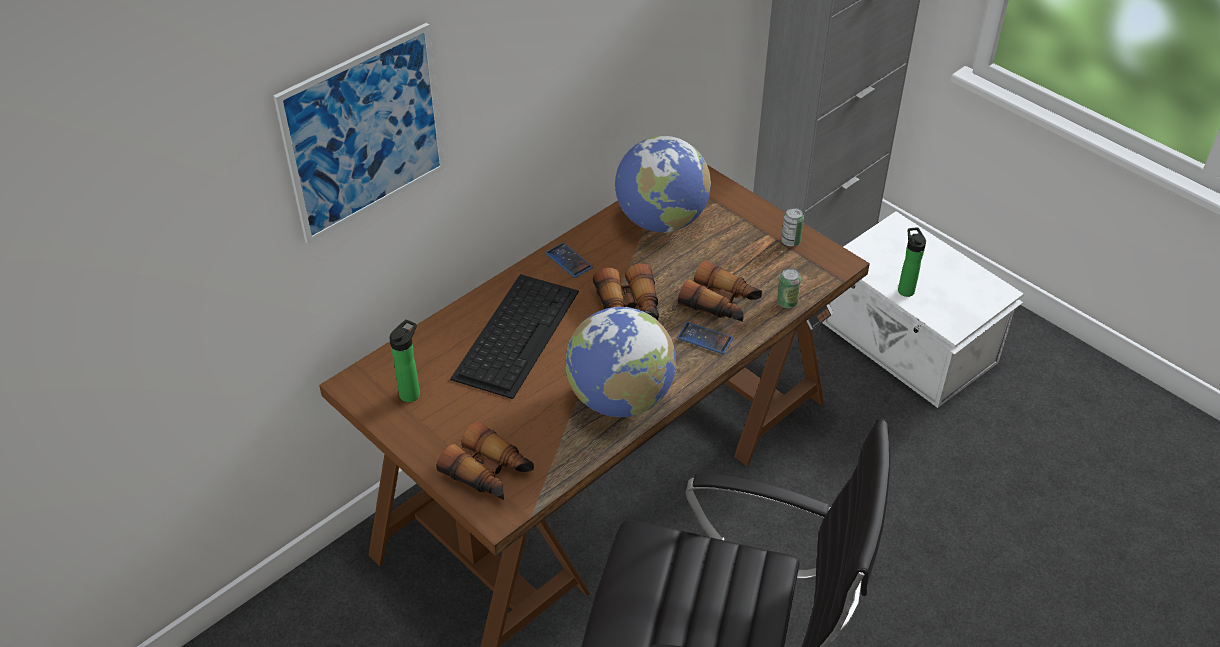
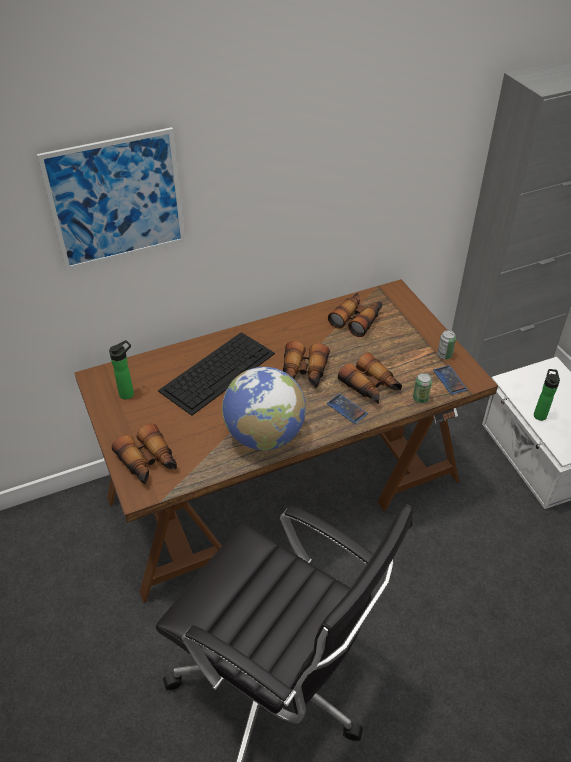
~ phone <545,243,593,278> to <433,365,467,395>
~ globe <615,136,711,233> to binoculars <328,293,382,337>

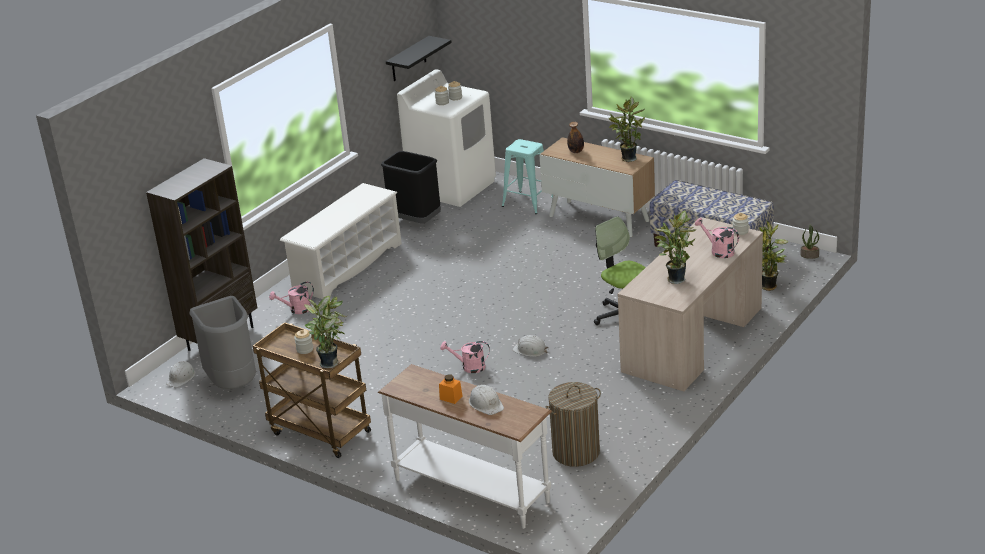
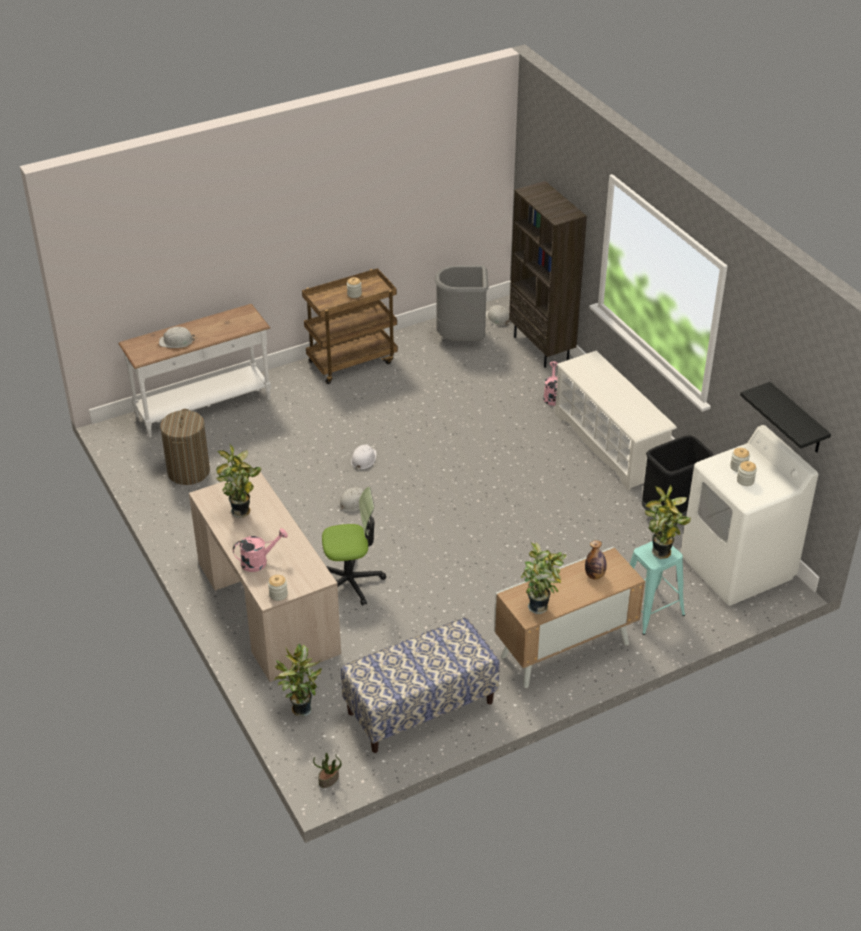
- orange jar <439,374,463,404>
~ potted plant <304,296,347,368> to <645,484,691,559>
~ pink watering can <440,341,490,373> to white hard hat <351,444,377,469>

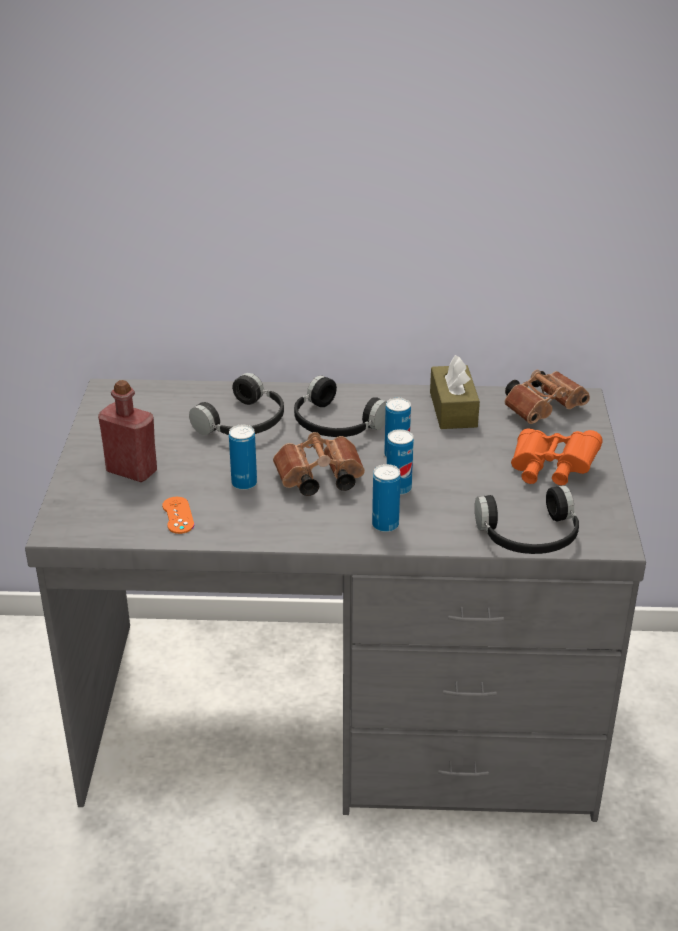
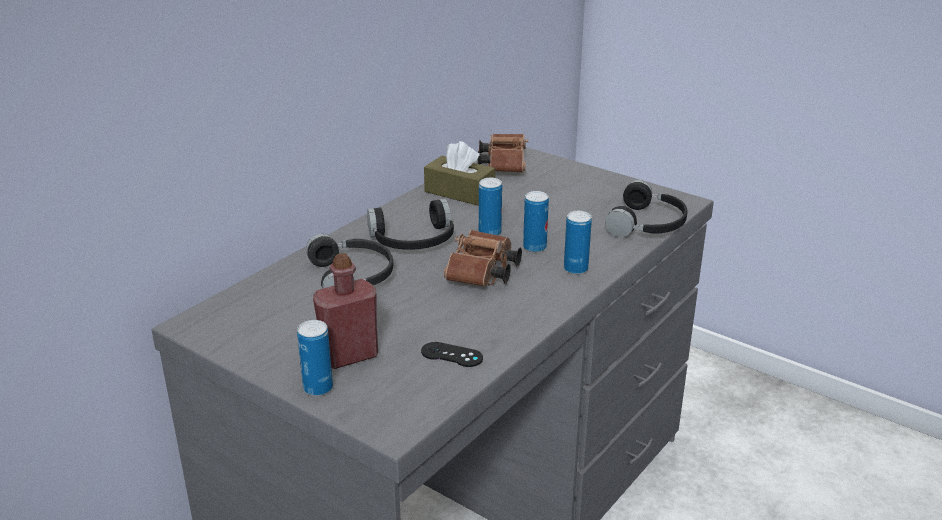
- orange binoculars <511,428,603,485>
~ can <229,425,257,490> to <297,320,333,396>
~ orange game controller <162,497,194,534> to black game controller <421,342,483,367>

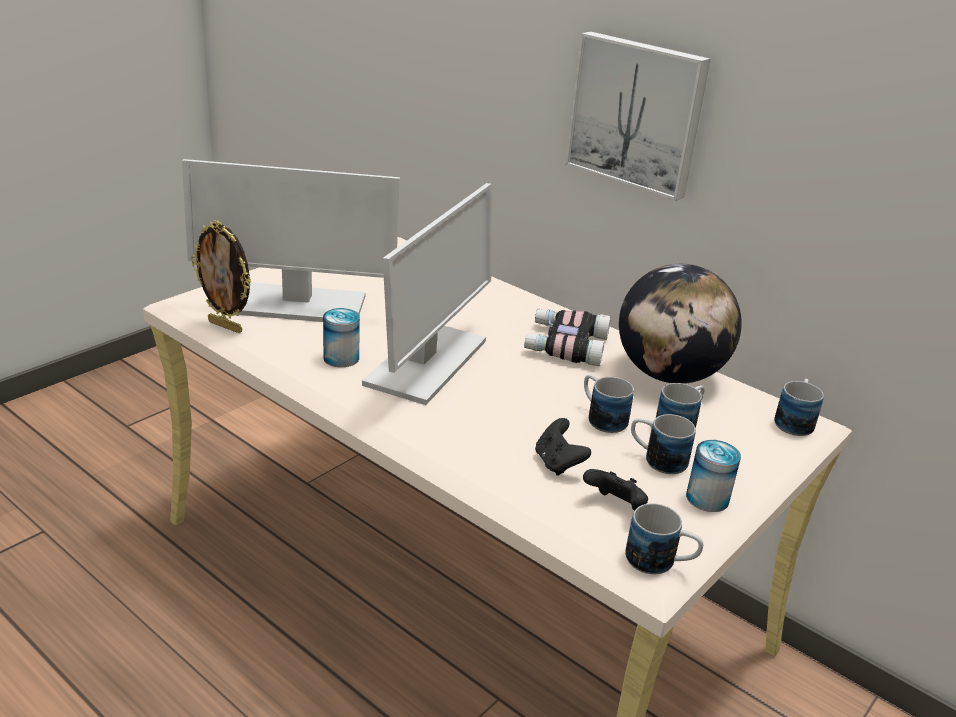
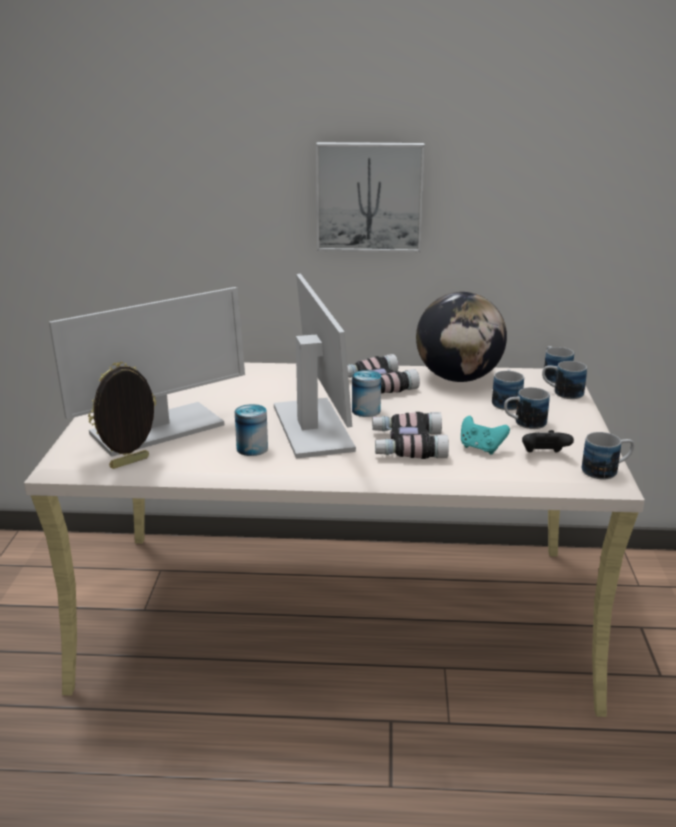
+ binoculars <372,412,449,459>
~ mug <584,374,634,433> to <542,361,587,399>
~ can <686,440,741,512> to <352,370,381,417>
~ black game controller <535,418,591,476> to turquoise game controller <461,416,510,455>
~ picture frame <191,220,251,333> = <88,362,156,469> 150 degrees clockwise

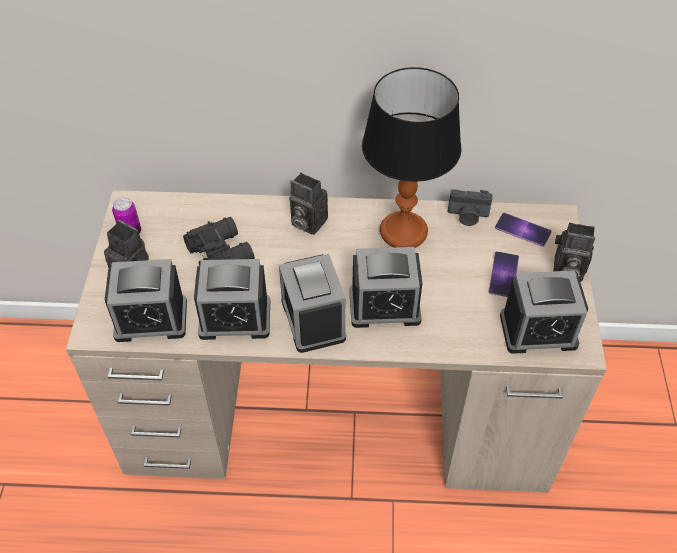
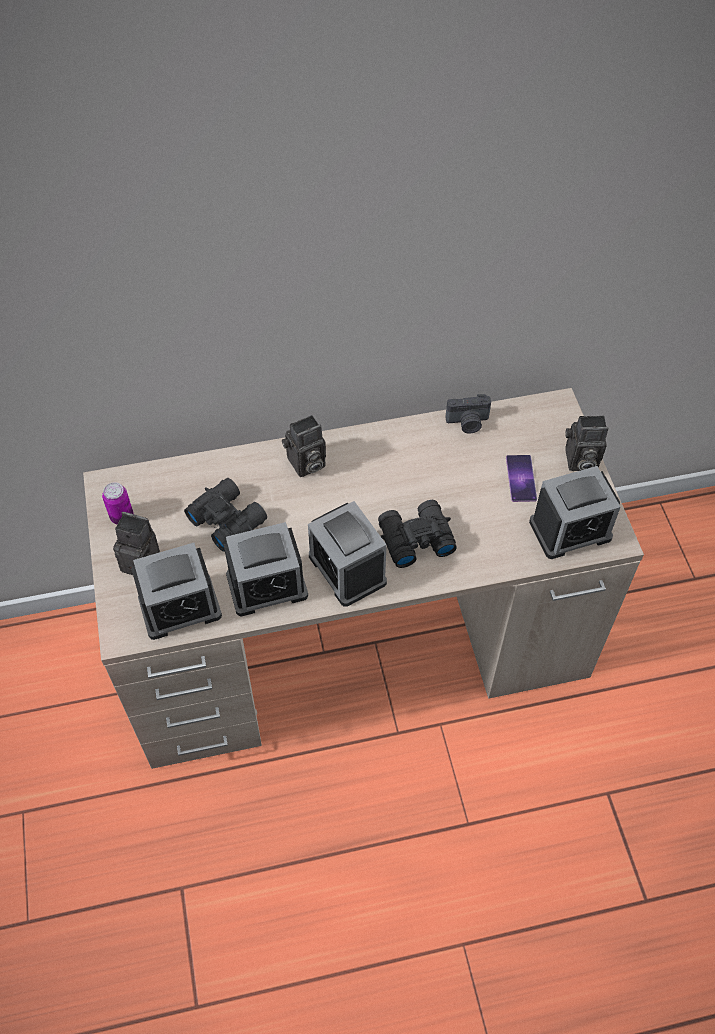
- table lamp <362,67,462,248>
- phone <495,213,552,247>
~ alarm clock <349,247,422,328> to black binoculars <378,500,457,568>
~ photo camera <290,173,328,235> = <282,415,326,477> 45 degrees counterclockwise

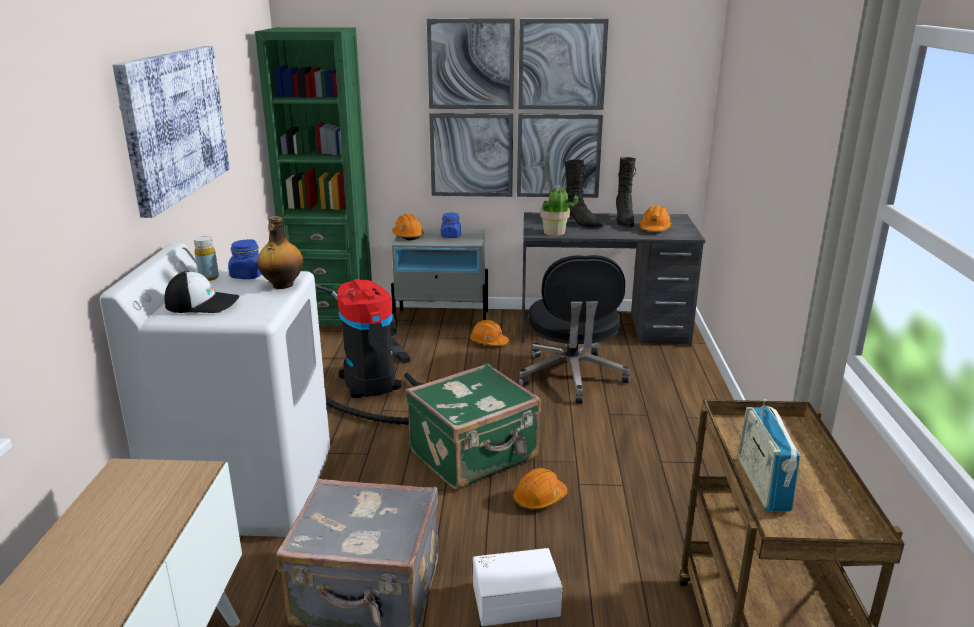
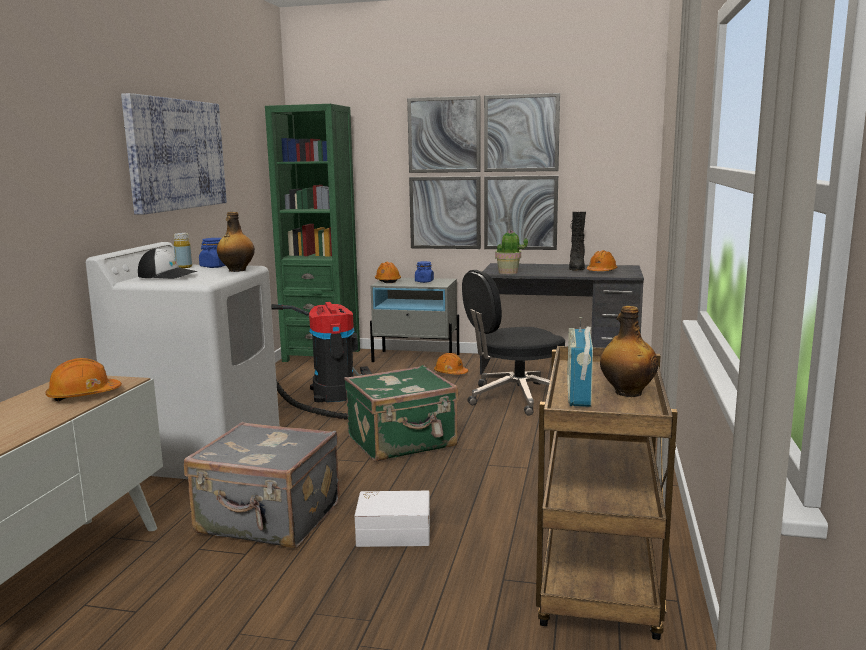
- black boot <565,160,604,229>
+ bottle <600,306,658,397>
~ orange hard hat <513,468,568,510> to <45,358,122,402>
~ black office chair <518,255,630,404> = <462,270,565,416> 60 degrees clockwise

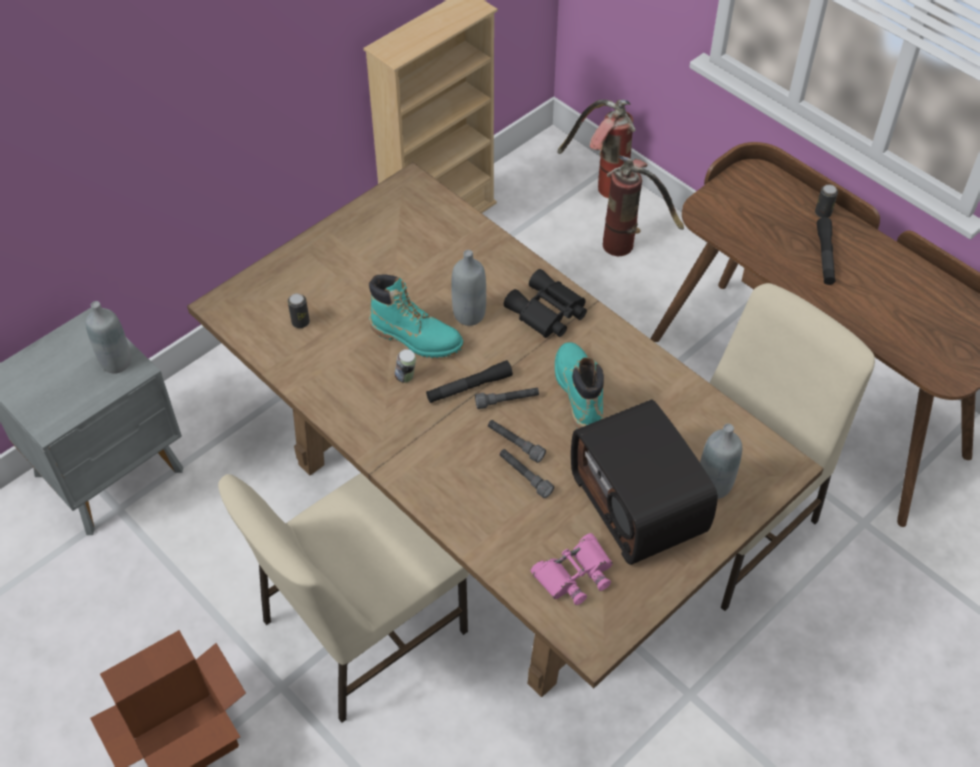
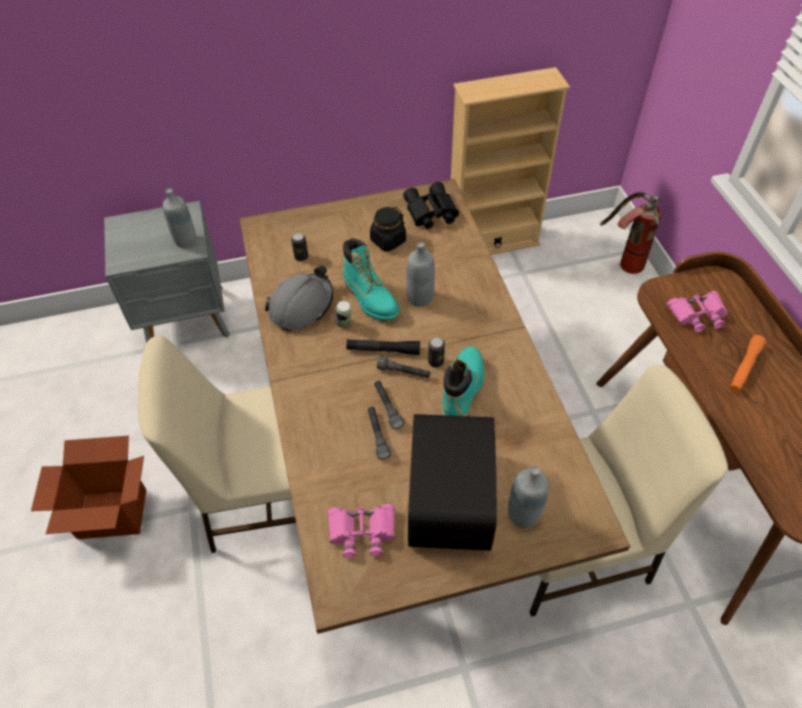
- fire extinguisher <603,155,684,256>
+ grey hard hat <265,265,333,331>
+ black jar <370,207,406,252>
+ pink binoculars <667,291,728,332>
~ black binoculars <504,269,587,338> to <403,182,459,229>
~ can <815,185,838,218> to <428,338,445,368>
~ black flashlight <817,217,835,285> to orange flashlight <729,335,766,393>

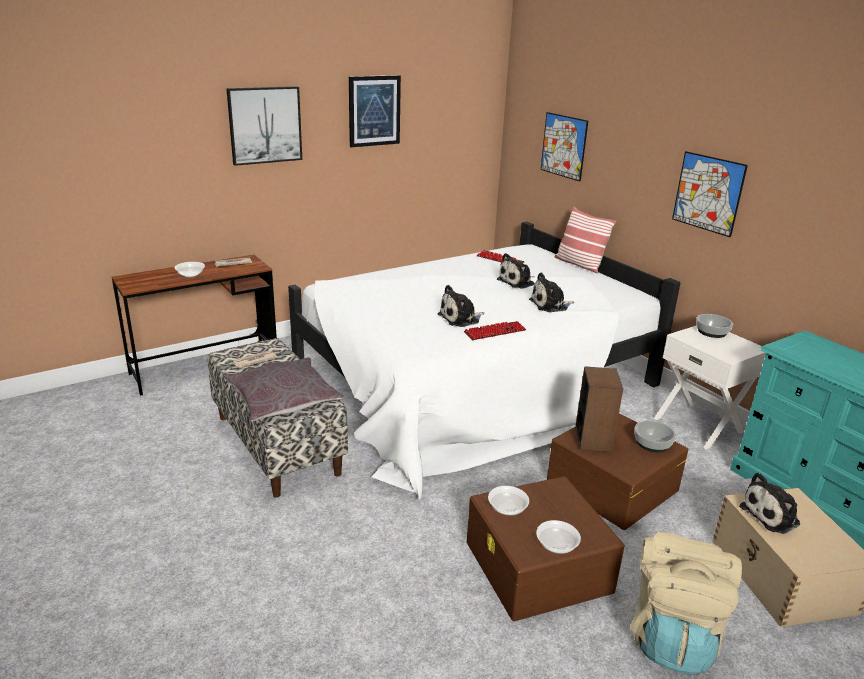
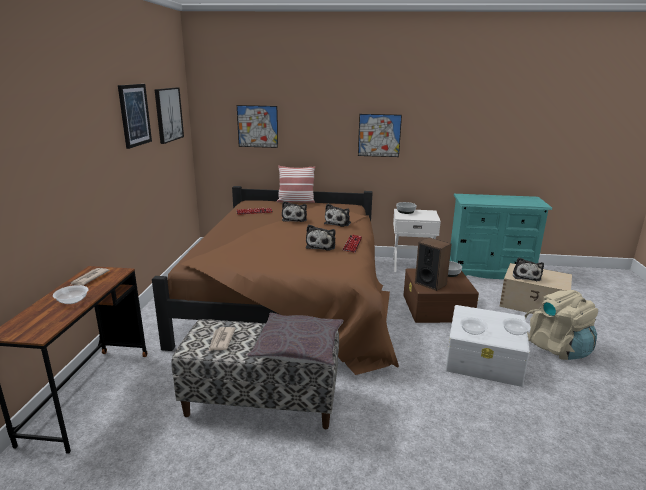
~ picture <226,86,302,166> to <154,88,184,144>
~ white bed <288,222,680,500> to brown bed <152,186,399,375>
~ brown storage box <467,476,625,621> to white storage box <445,305,530,387>

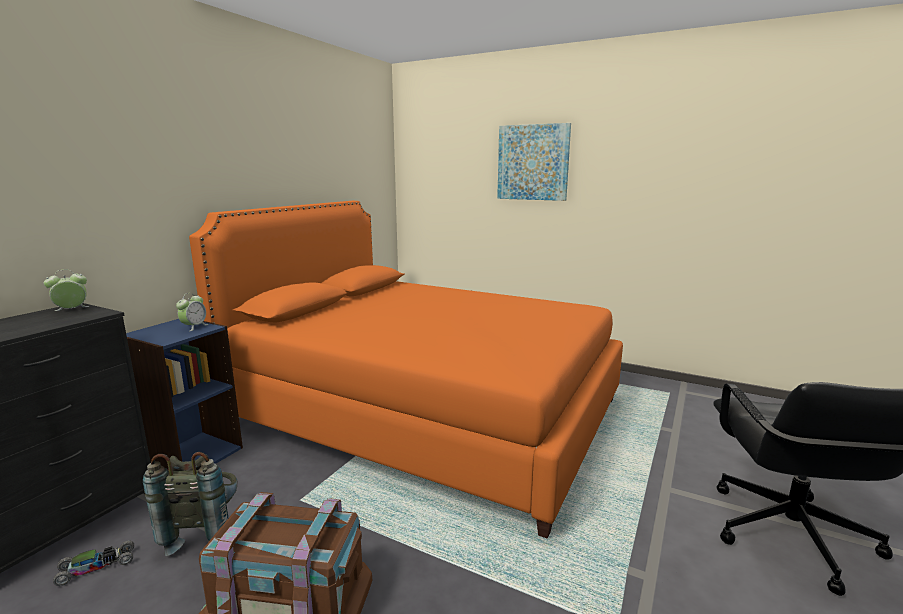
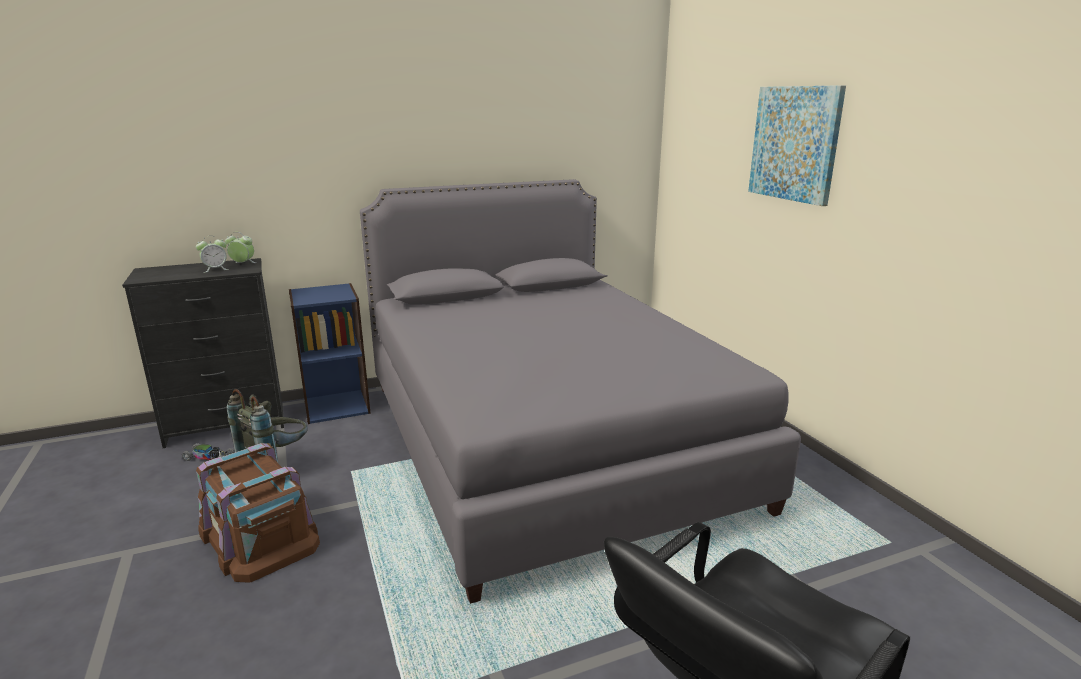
~ alarm clock <176,293,209,331> to <196,237,229,273>
~ orange bed <189,201,623,539> to grey bed <360,179,801,604>

